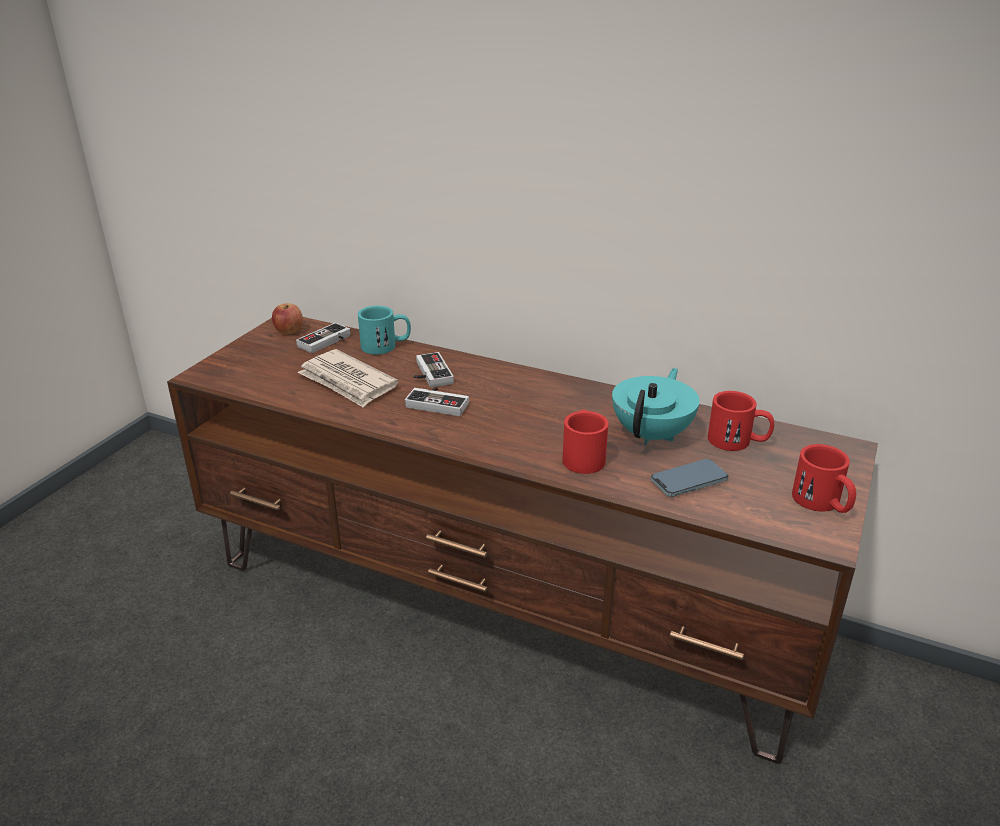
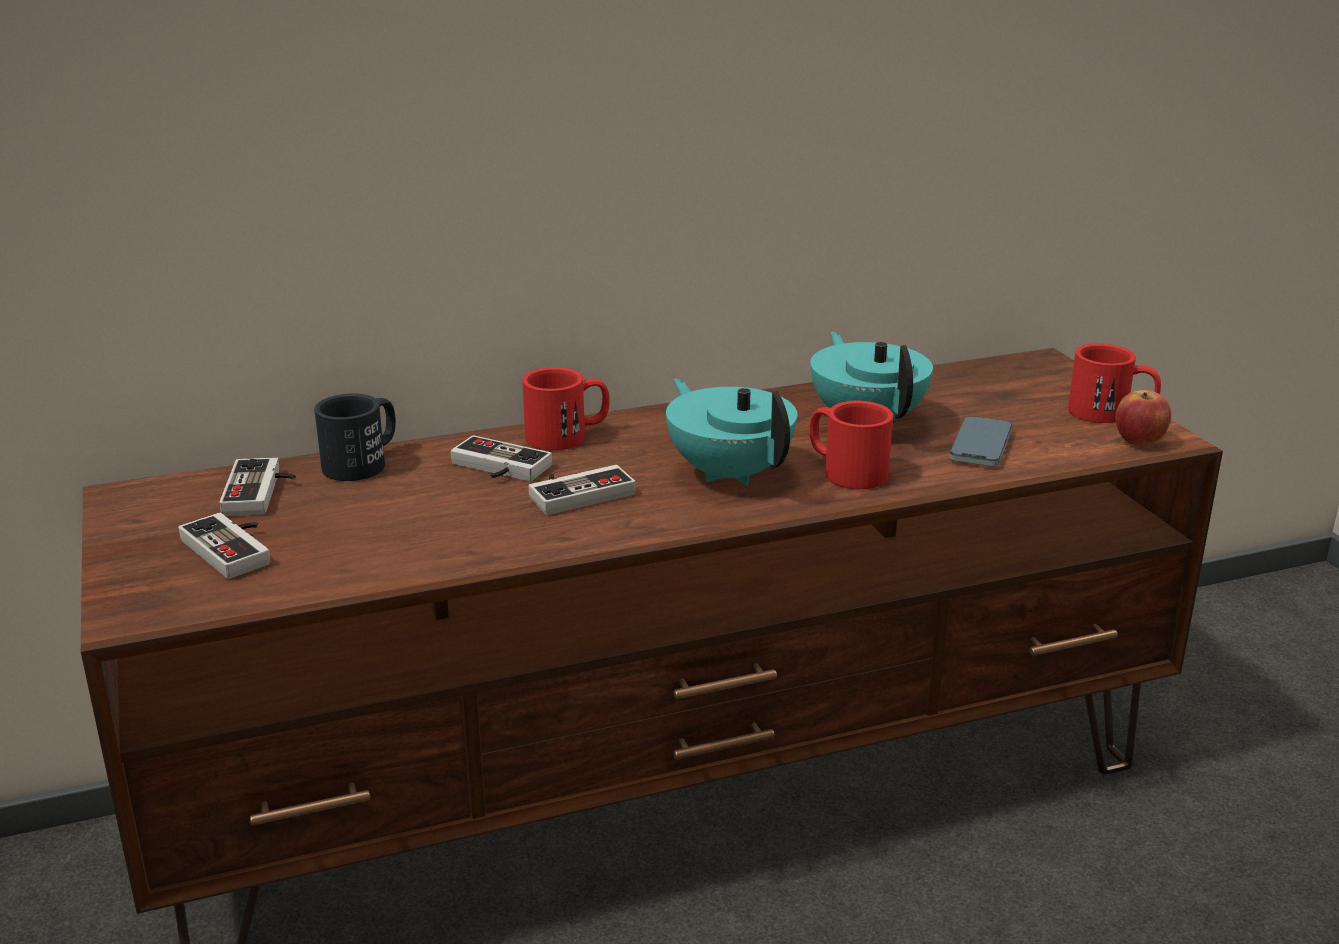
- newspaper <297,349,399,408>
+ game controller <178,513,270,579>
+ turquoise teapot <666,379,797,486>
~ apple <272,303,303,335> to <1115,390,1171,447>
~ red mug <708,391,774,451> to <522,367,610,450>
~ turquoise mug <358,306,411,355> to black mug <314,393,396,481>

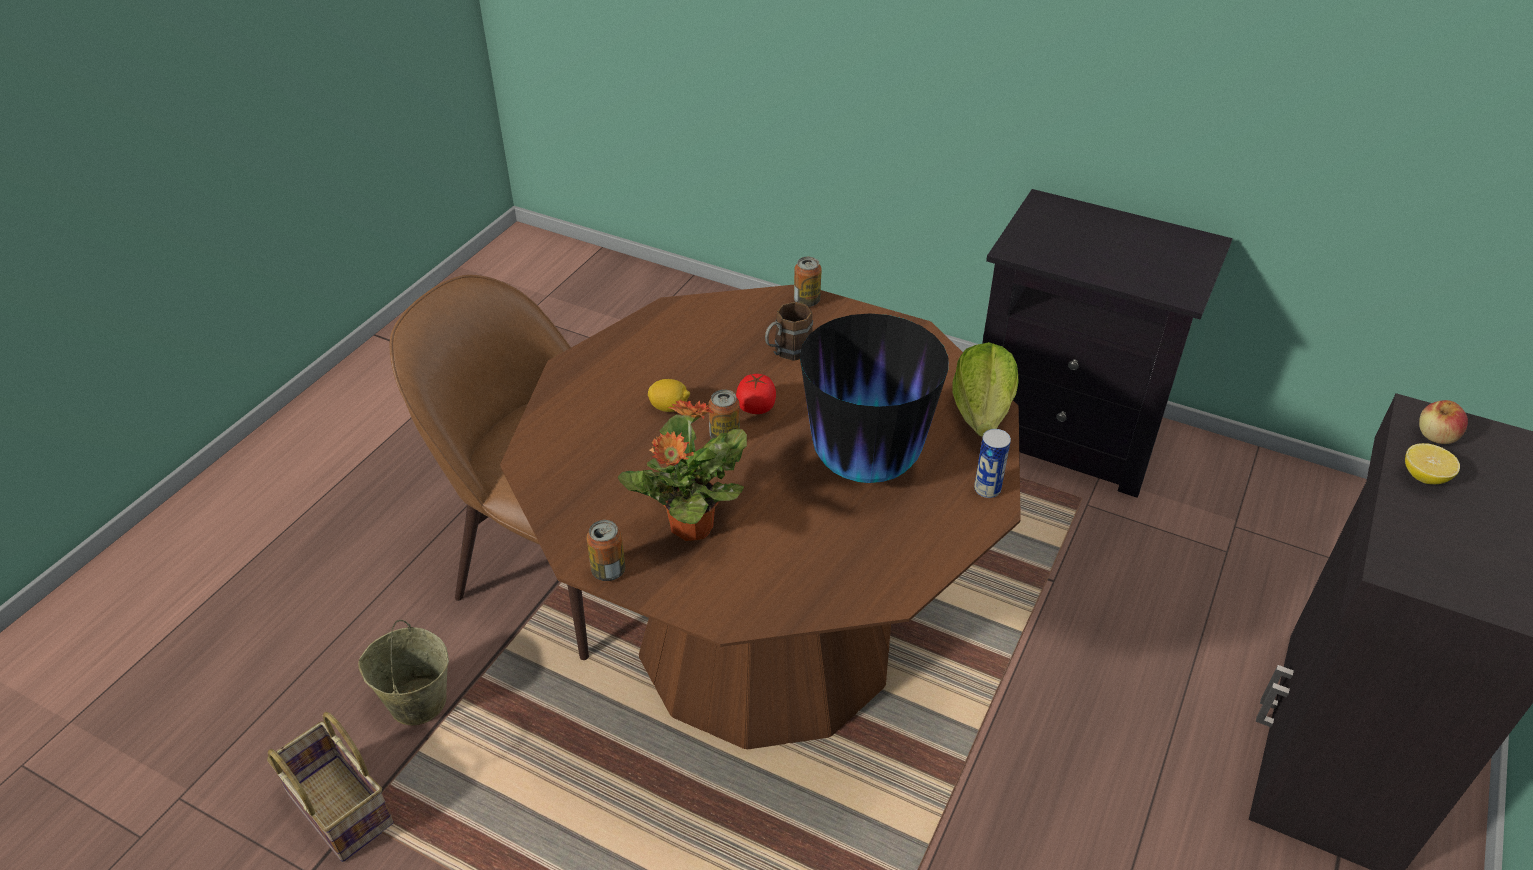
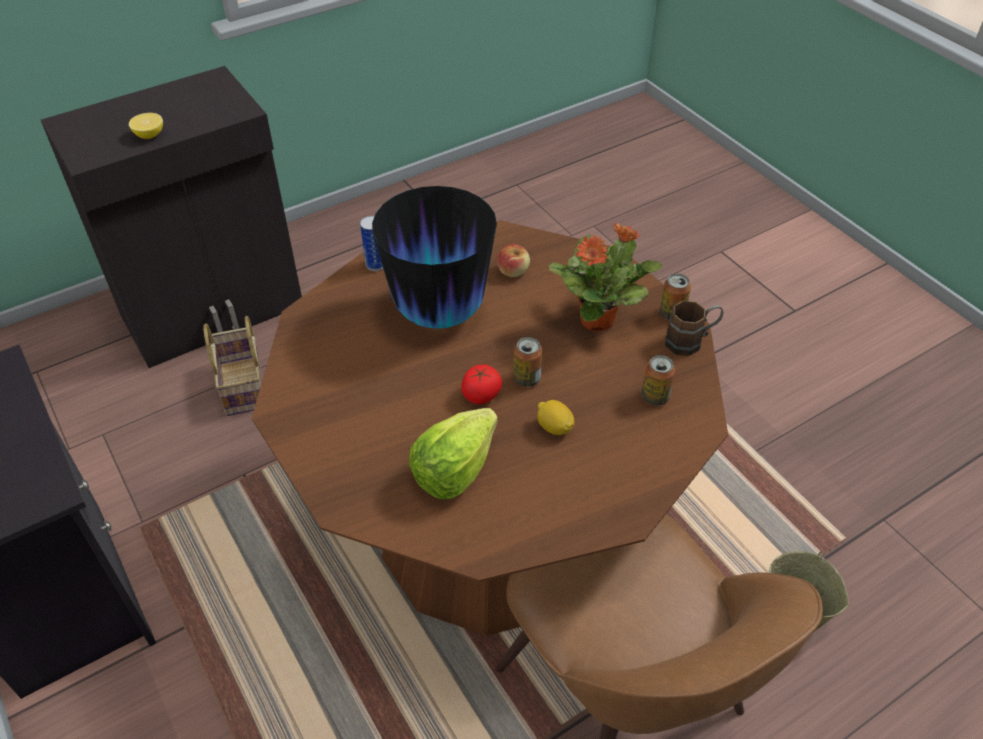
~ basket <267,712,394,862> to <203,316,263,416>
~ brown mug <765,302,813,361> to <665,301,723,356>
~ can <794,257,822,307> to <642,355,675,406>
~ lettuce <952,342,1019,437> to <409,408,498,500>
~ apple <1419,400,1468,444> to <497,244,530,277>

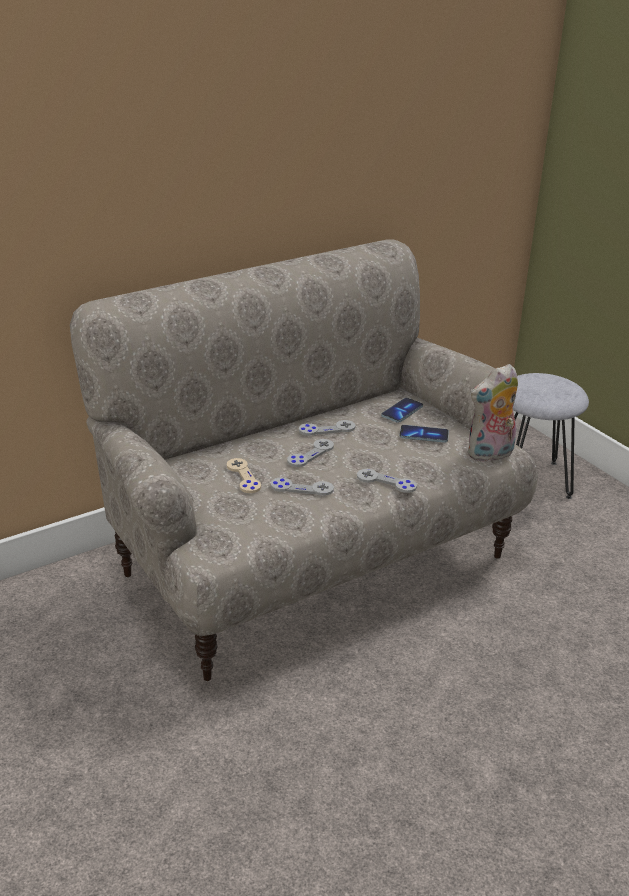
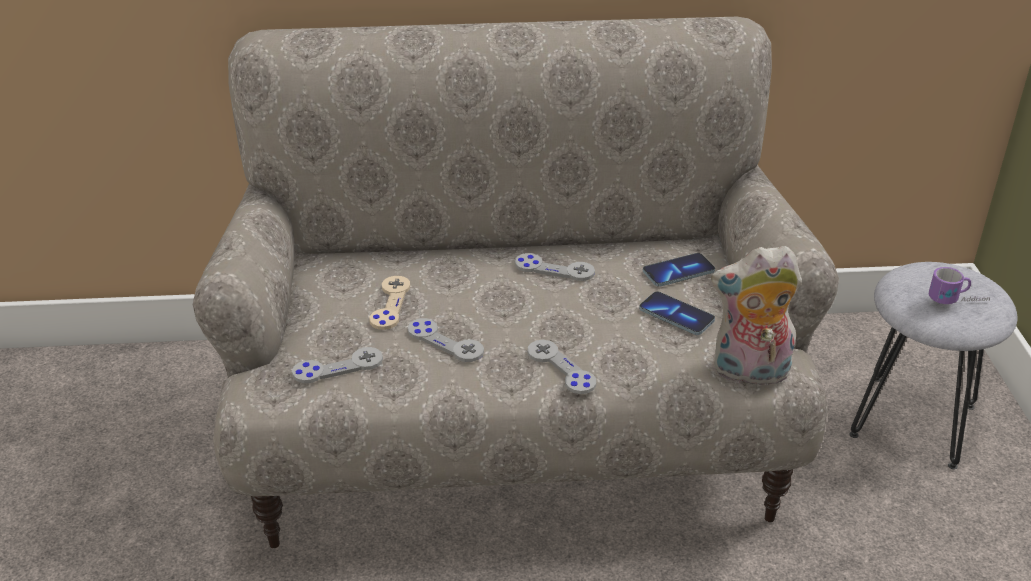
+ mug <929,267,990,305>
~ grey game controller <287,439,334,467> to <292,347,383,383>

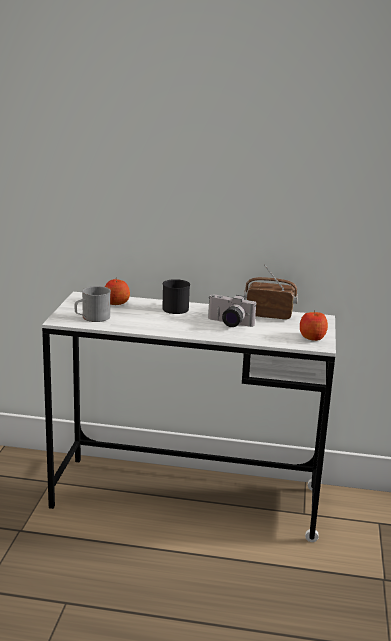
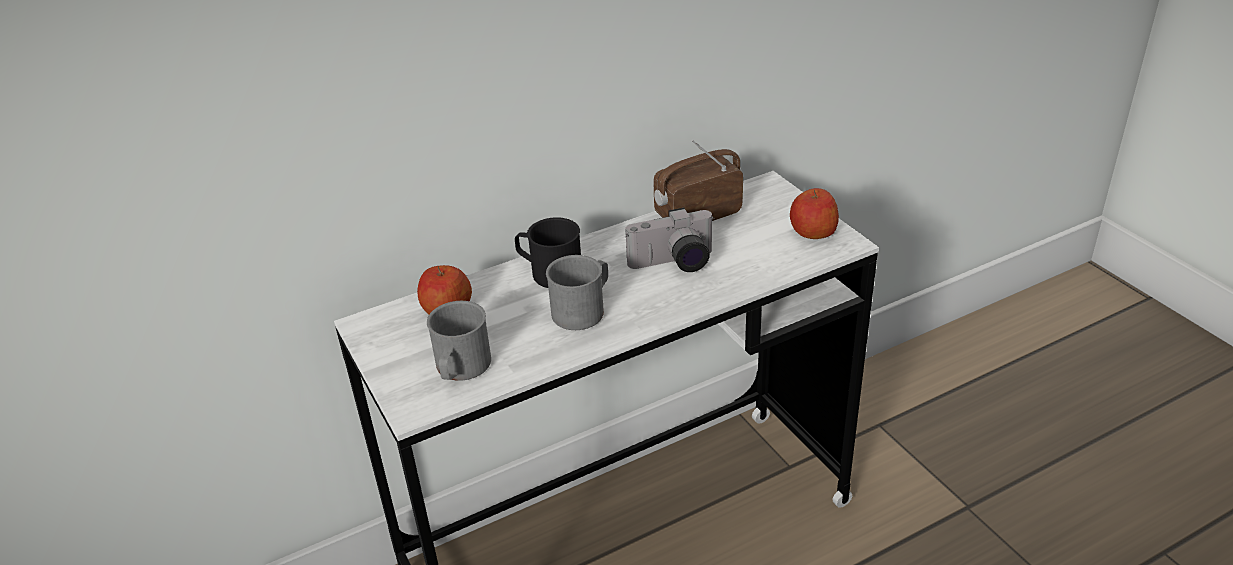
+ grey mug <546,255,608,330>

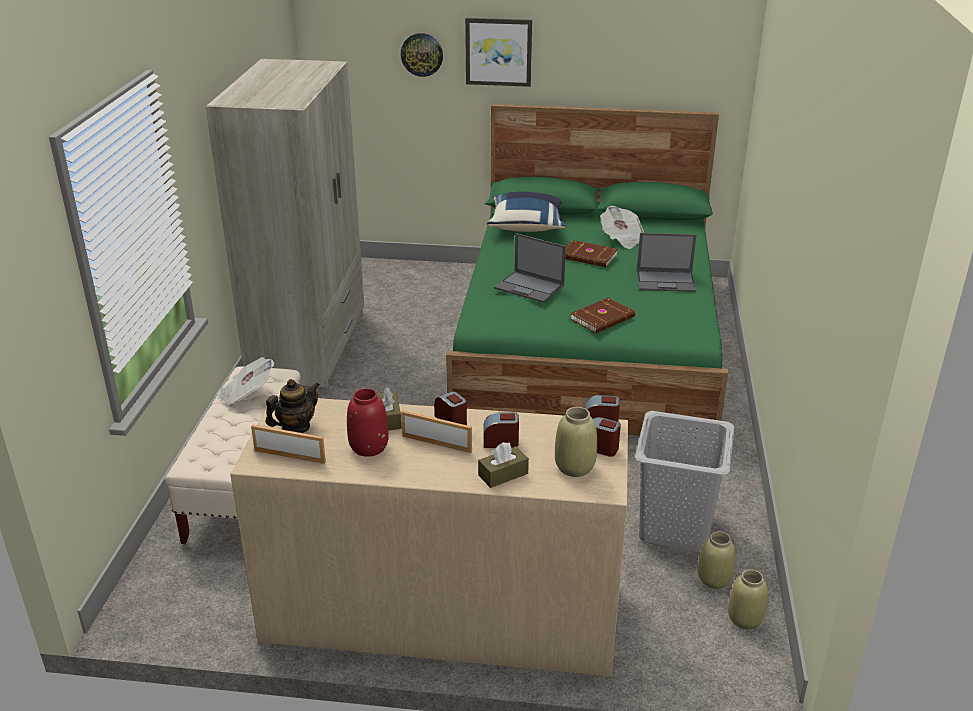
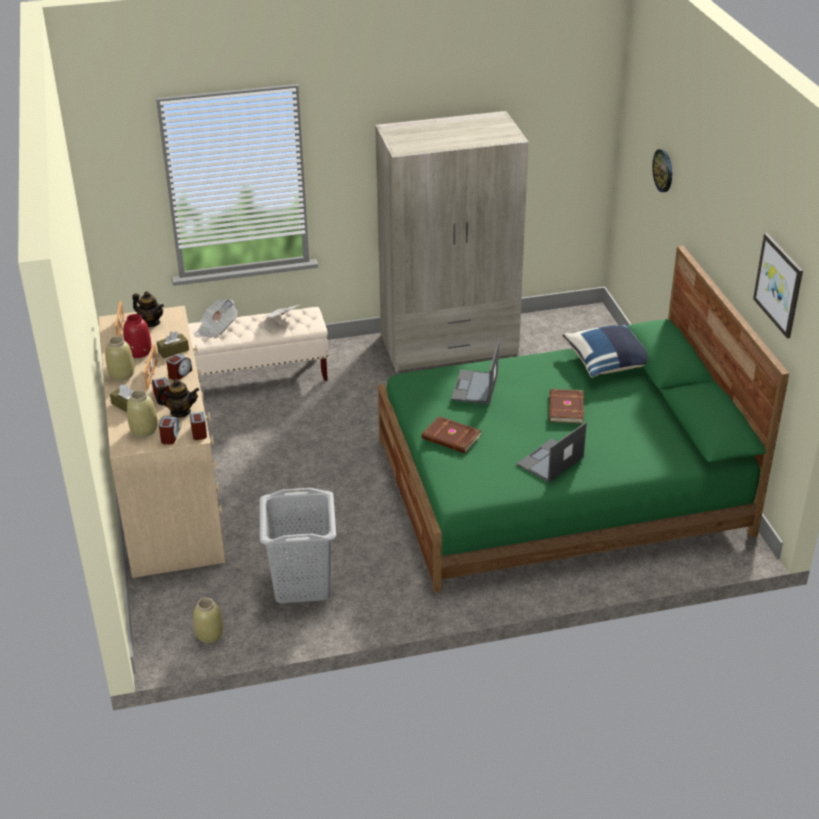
+ teapot <156,379,200,418>
~ picture <465,18,532,87> to <753,233,803,338>
~ newspaper <600,206,644,249> to <196,299,238,338>
~ beige vase <698,531,735,589> to <105,336,134,381>
~ laptop <637,233,696,292> = <516,422,587,483> 60 degrees clockwise

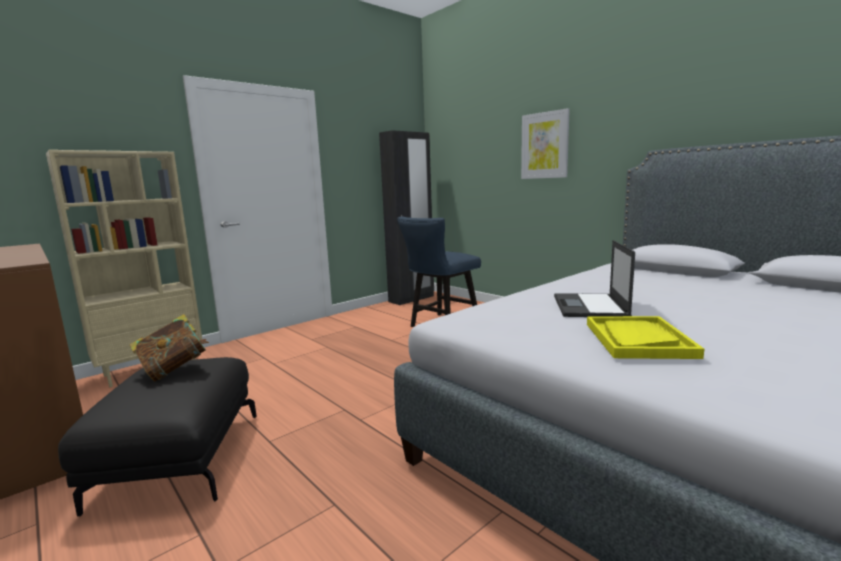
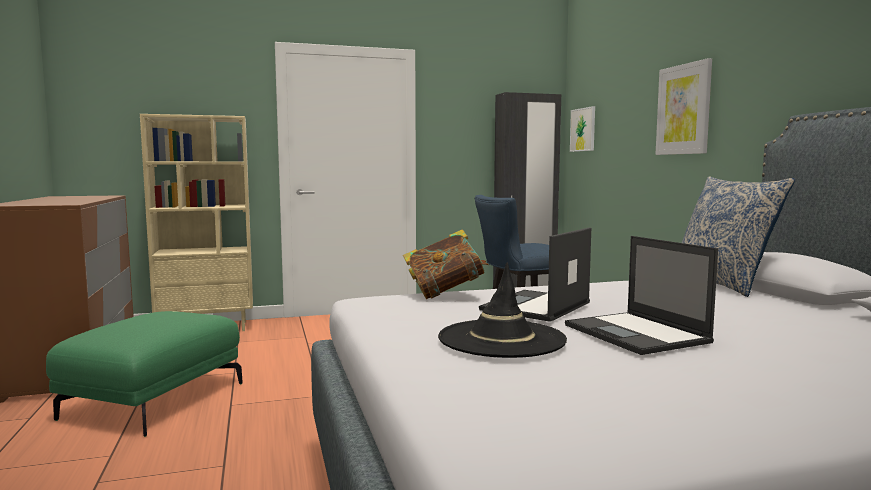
+ laptop <565,236,718,355>
+ picture <570,106,595,152>
+ pillow <682,176,795,297>
~ book <129,314,209,382> to <403,229,489,299>
~ yellow tray <587,316,704,359> to black hat <438,263,567,358>
~ black ottoman <58,357,257,517> to green ottoman <46,311,243,437>

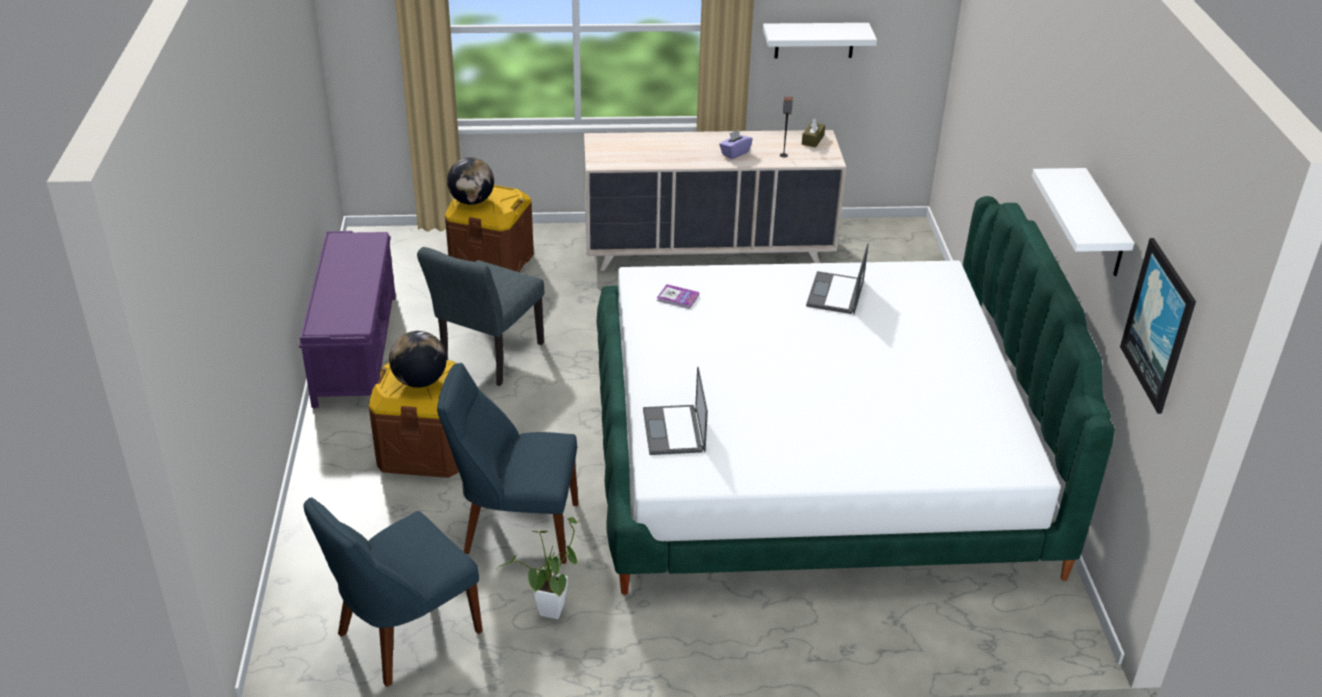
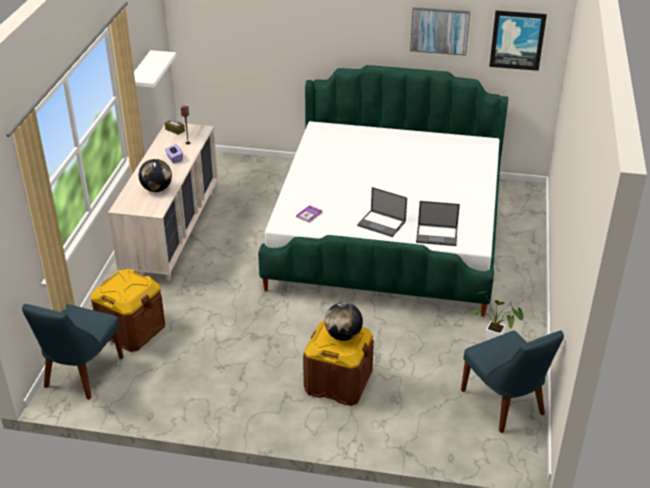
- purple bench <299,231,396,408>
- grey chair <417,247,544,386>
~ blue chair <437,363,578,564> to <22,304,123,400>
~ globe <447,157,494,205> to <139,159,172,192>
~ laptop <806,243,869,314> to <357,187,407,237>
~ white shelf <1032,168,1134,276> to picture <410,7,470,56>

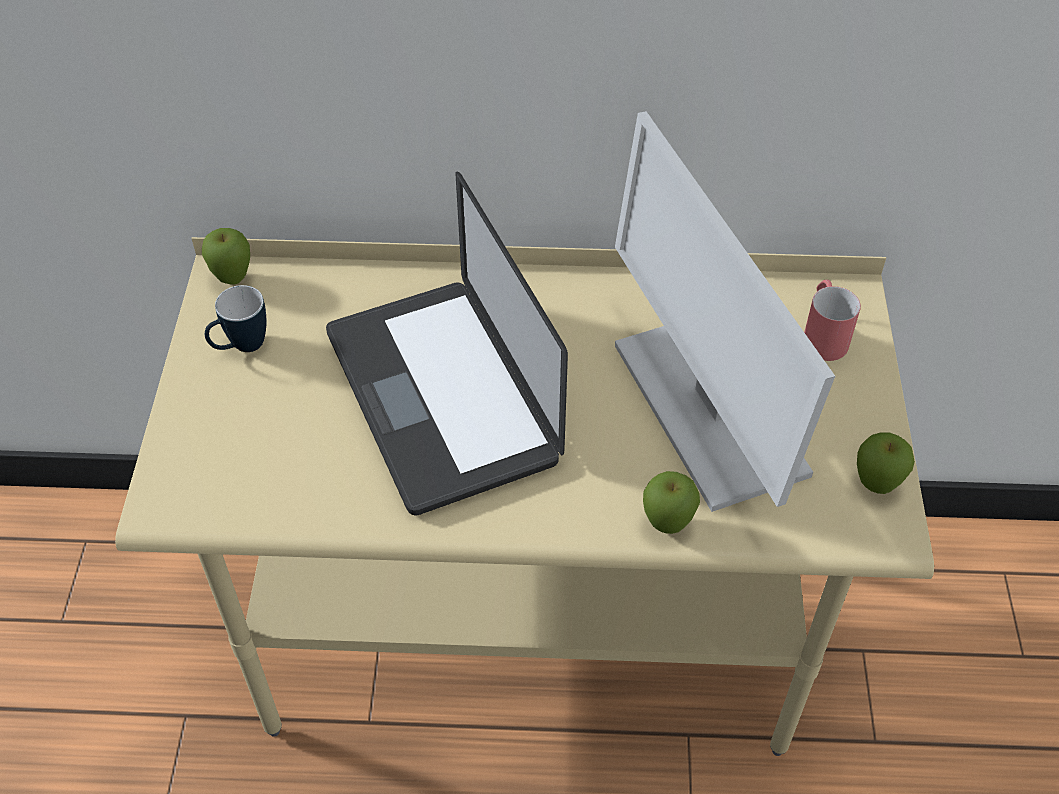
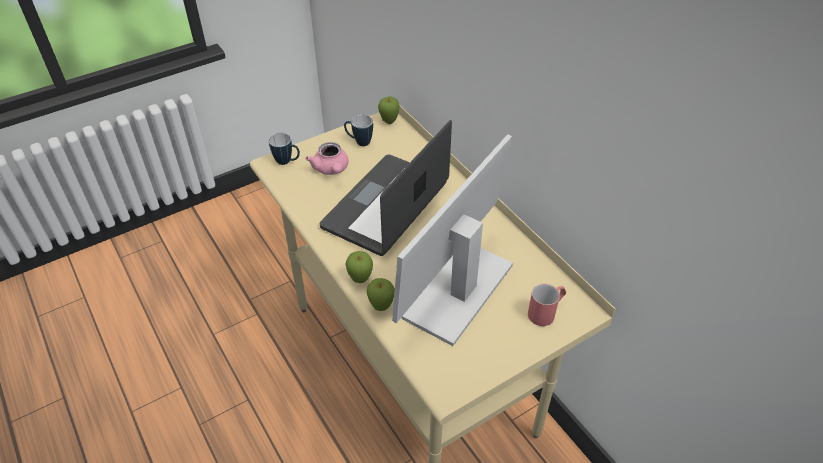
+ mug <269,133,300,165>
+ pink teapot <306,142,349,175>
~ apple <857,432,915,494> to <345,251,373,283>

